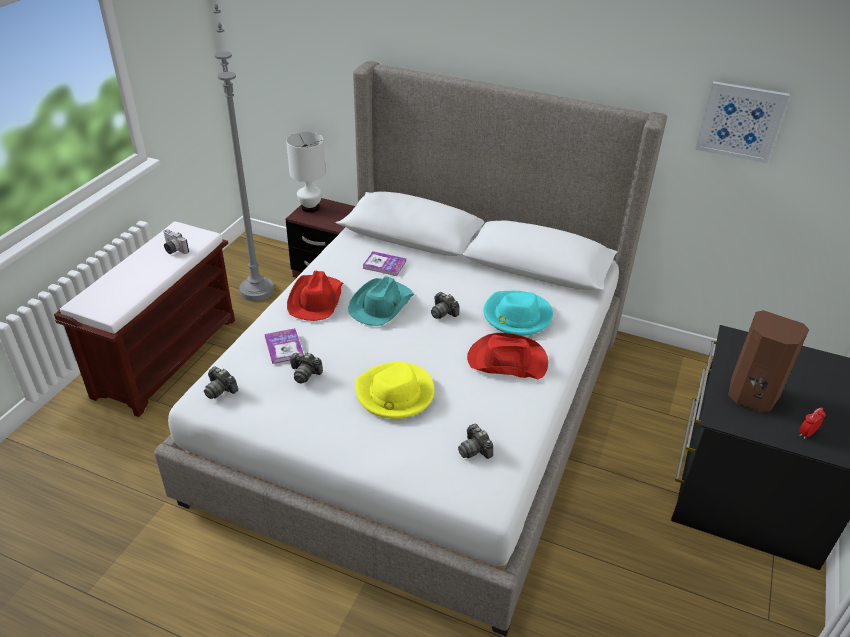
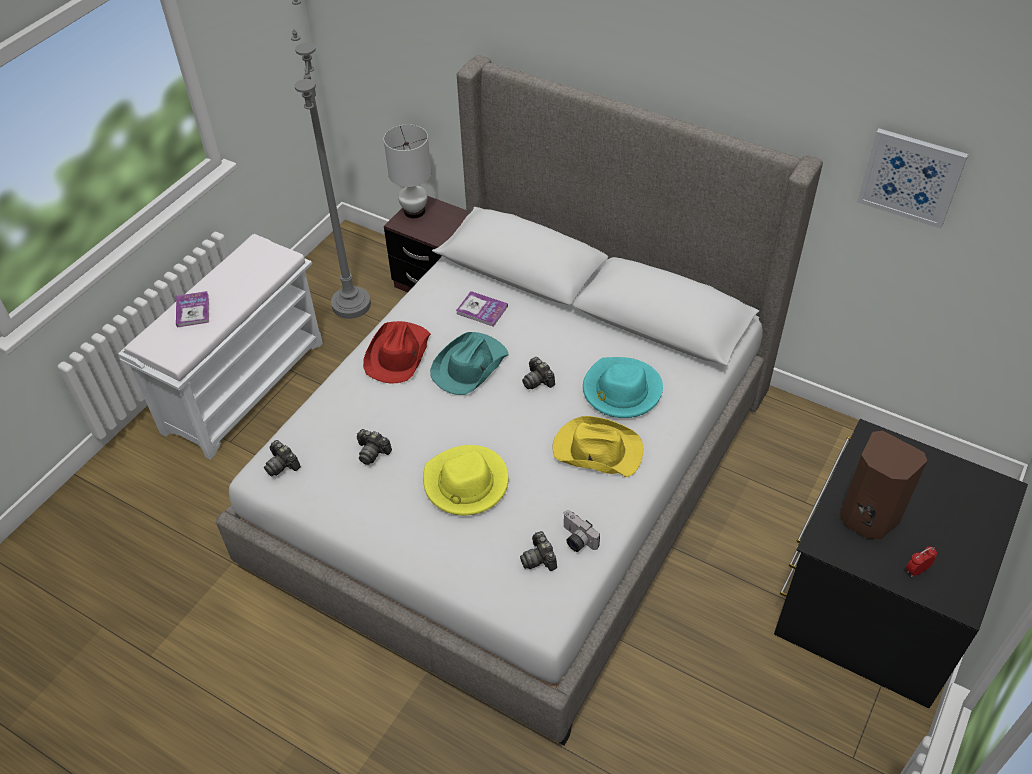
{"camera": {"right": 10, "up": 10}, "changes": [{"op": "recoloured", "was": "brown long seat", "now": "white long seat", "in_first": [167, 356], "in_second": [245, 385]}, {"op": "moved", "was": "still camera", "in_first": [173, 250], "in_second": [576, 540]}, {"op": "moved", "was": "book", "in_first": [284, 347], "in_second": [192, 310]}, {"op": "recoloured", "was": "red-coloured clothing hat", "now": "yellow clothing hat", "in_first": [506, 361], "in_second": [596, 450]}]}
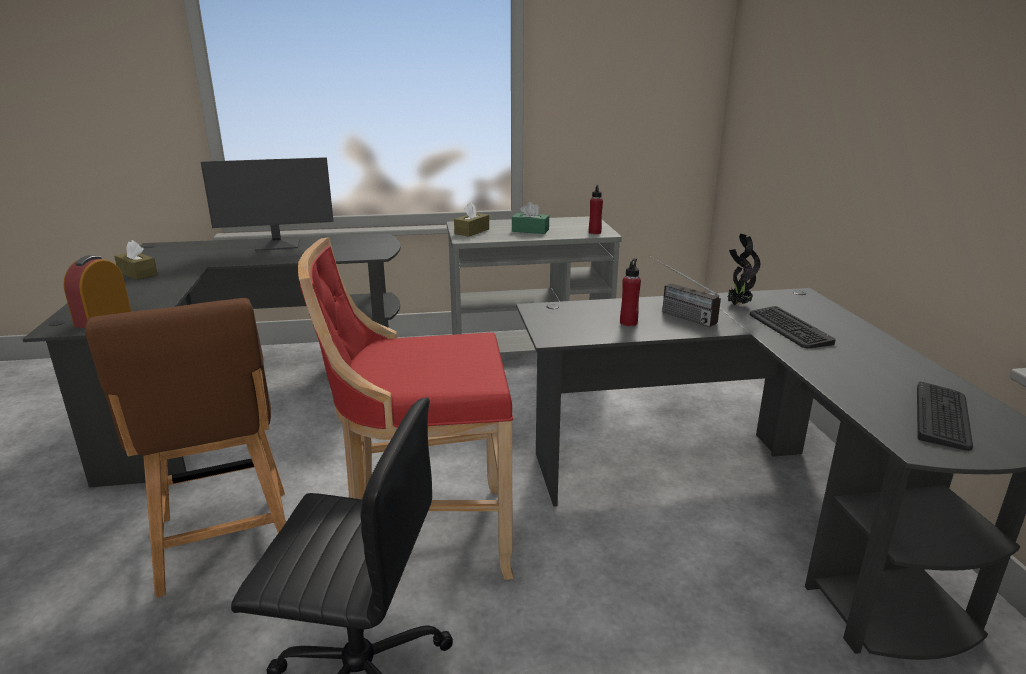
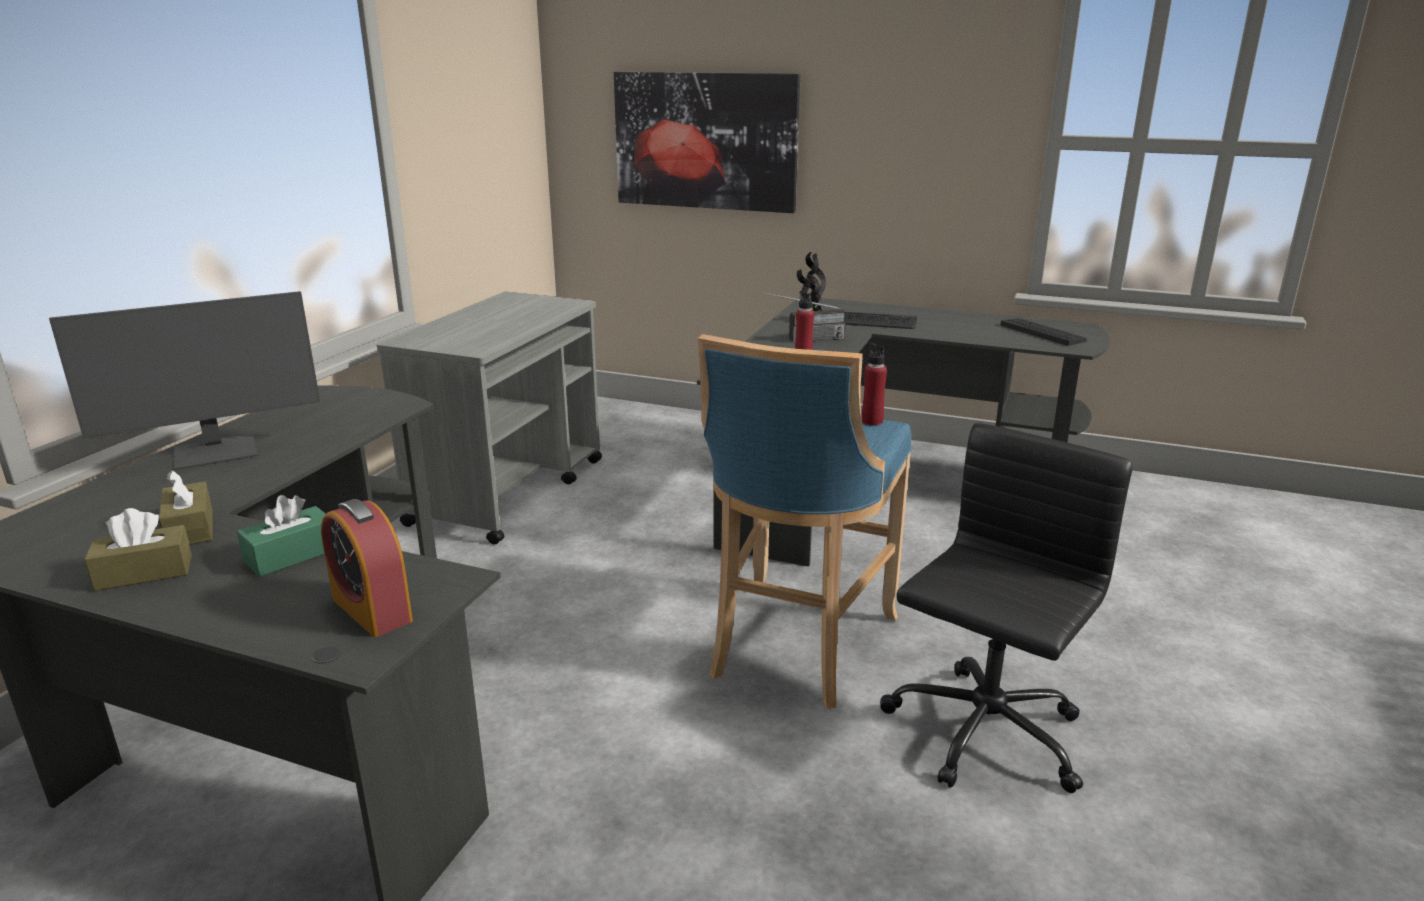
{"camera": {"right": -60, "up": 0}, "changes": [{"op": "turned", "was": "computer display", "in_first": [278, 245], "in_second": [216, 453], "clockwise": 45}, {"op": "moved", "was": "red-coloured drink bottle", "in_first": [595, 232], "in_second": [872, 421]}, {"op": "moved", "was": "brown box of tissues", "in_first": [472, 231], "in_second": [190, 528]}, {"op": "moved", "was": "green box of tissues", "in_first": [530, 230], "in_second": [291, 555]}, {"op": "recoloured", "was": "red-coloured sitting stool", "now": "blue-coloured sitting stool", "in_first": [424, 536], "in_second": [796, 647]}, {"op": "removed", "was": "brown upright chair", "in_first": [226, 544]}, {"op": "added", "now": "picture", "in_second": [705, 141]}]}
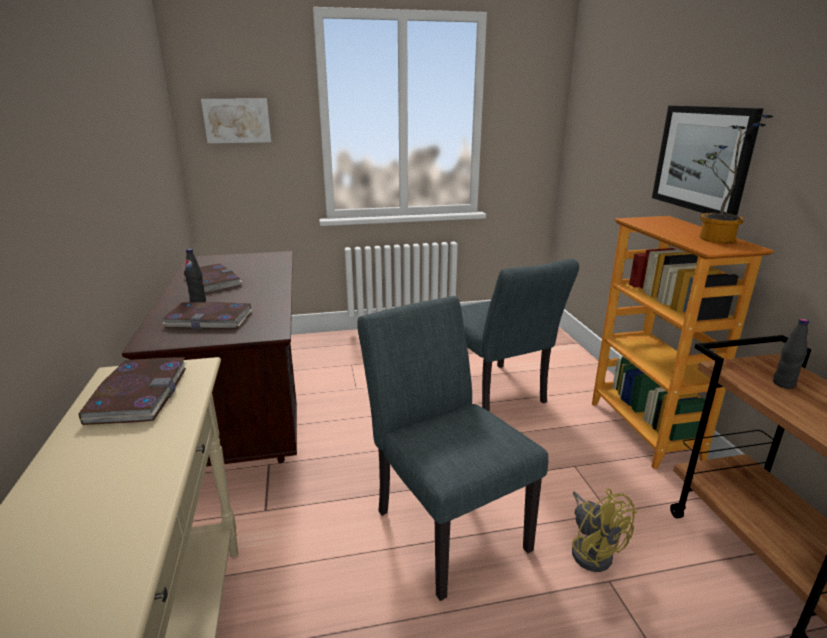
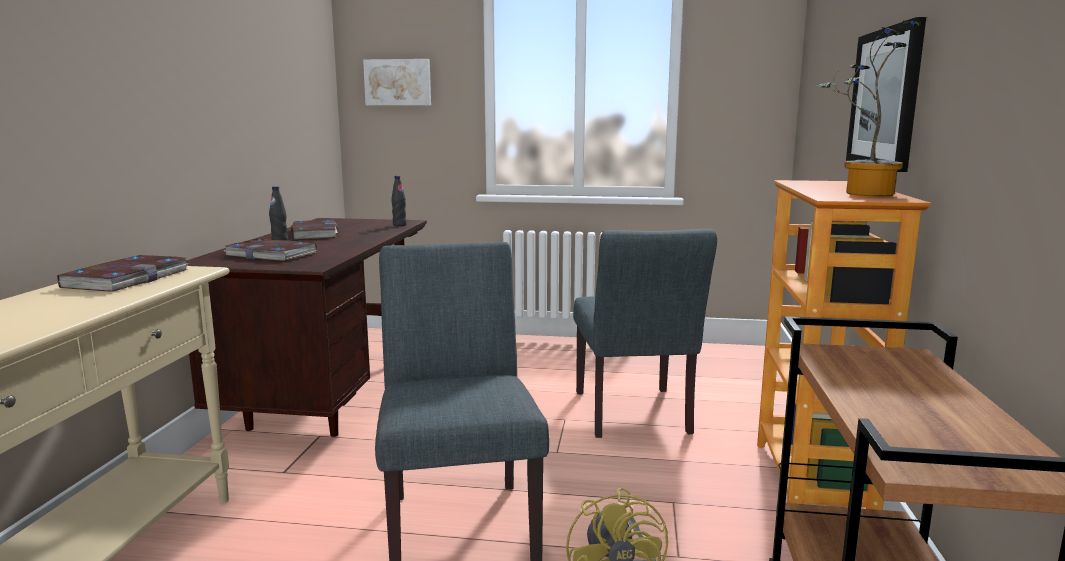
{"camera": {"right": 20, "up": -10}, "changes": [{"op": "moved", "was": "black-coloured drink bottle", "in_first": [783, 384], "in_second": [399, 225]}]}
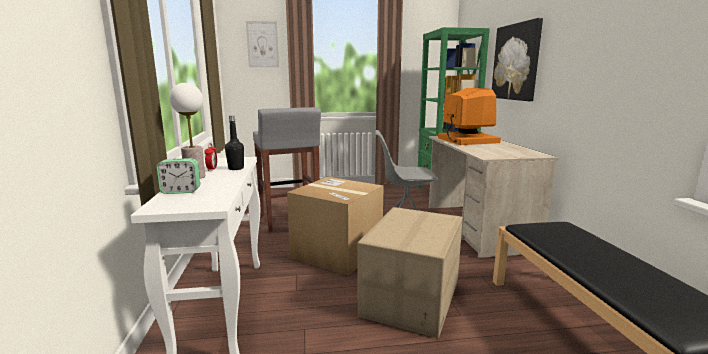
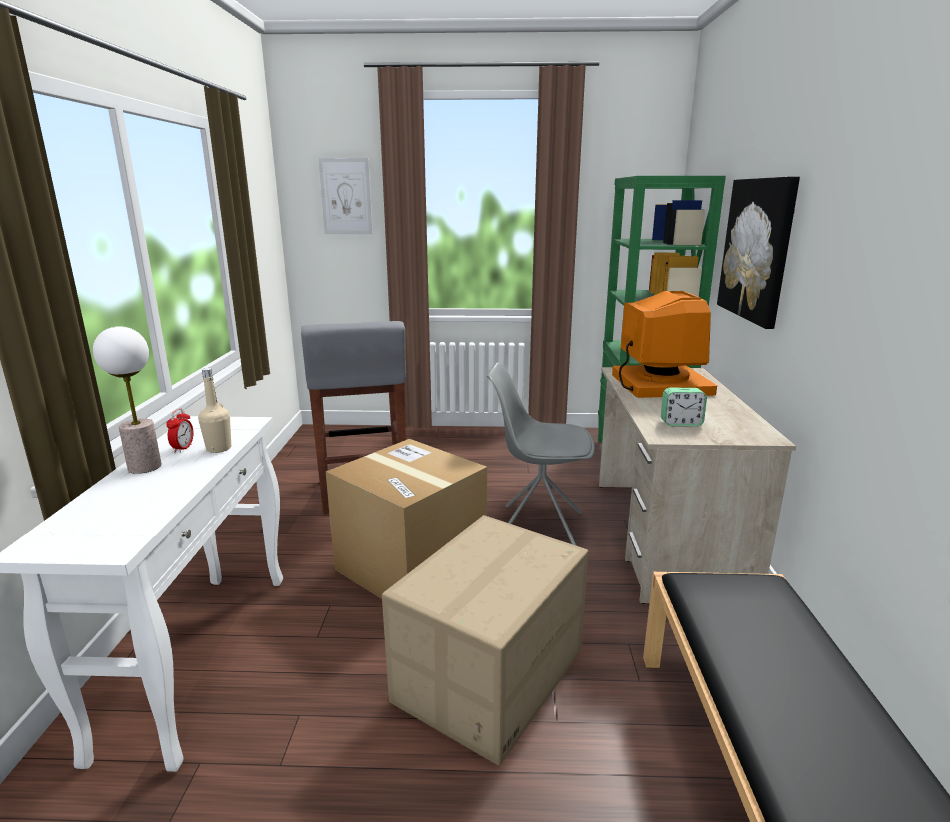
{"camera": {"right": 10, "up": 5}, "changes": [{"op": "recoloured", "was": "black-coloured drink bottle", "now": "sand-coloured drink bottle", "in_first": [236, 168], "in_second": [219, 448]}, {"op": "moved", "was": "table clock", "in_first": [181, 191], "in_second": [681, 423]}]}
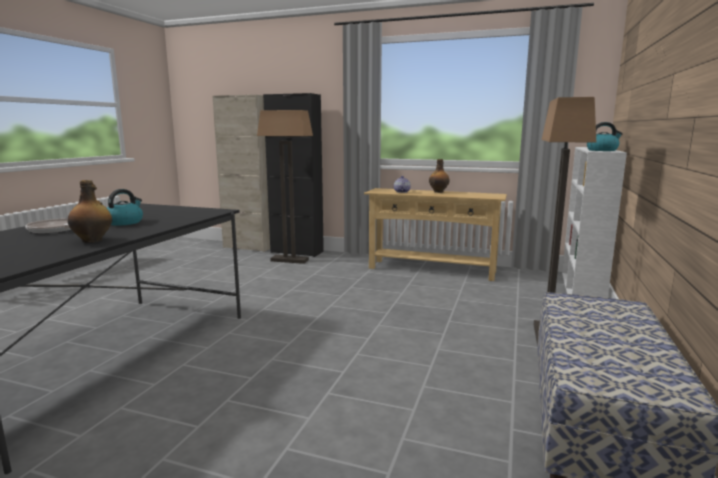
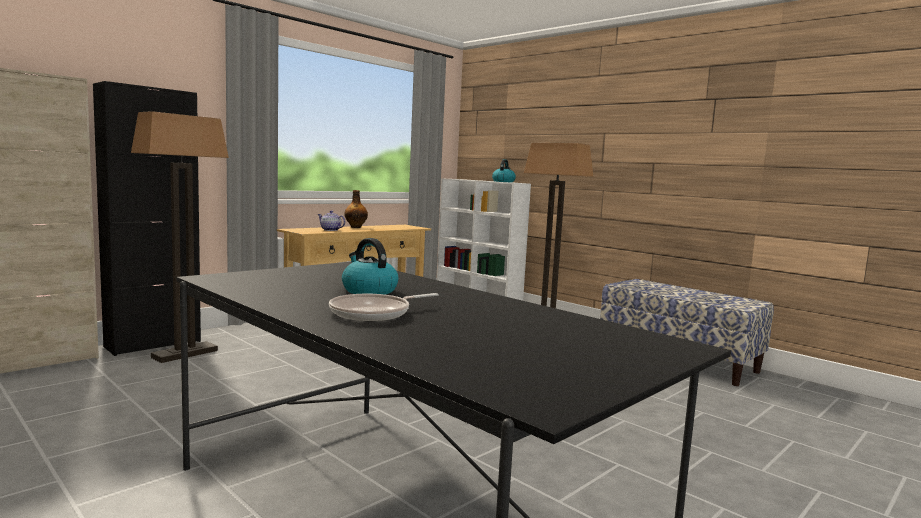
{"camera": {"right": -65, "up": -5}, "changes": [{"op": "removed", "was": "drink bottle", "in_first": [93, 240]}]}
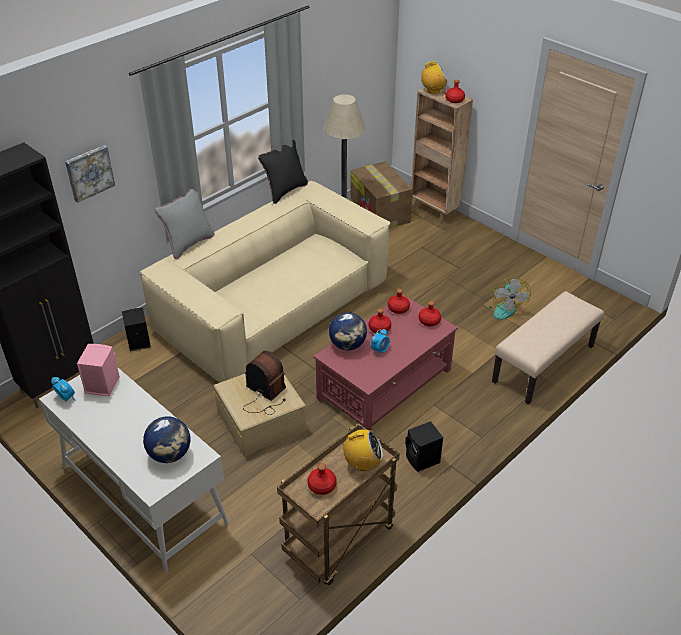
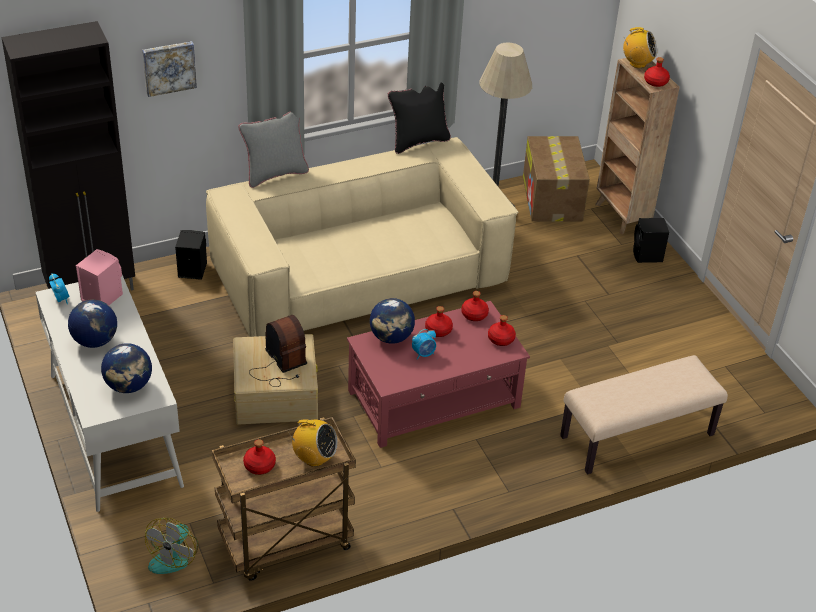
{"camera": {"right": 20, "up": 0}, "changes": [{"op": "moved", "was": "electric fan", "in_first": [503, 307], "in_second": [174, 555]}, {"op": "moved", "was": "black-coloured speaker", "in_first": [423, 460], "in_second": [647, 256]}, {"op": "added", "now": "globe", "in_second": [95, 341]}]}
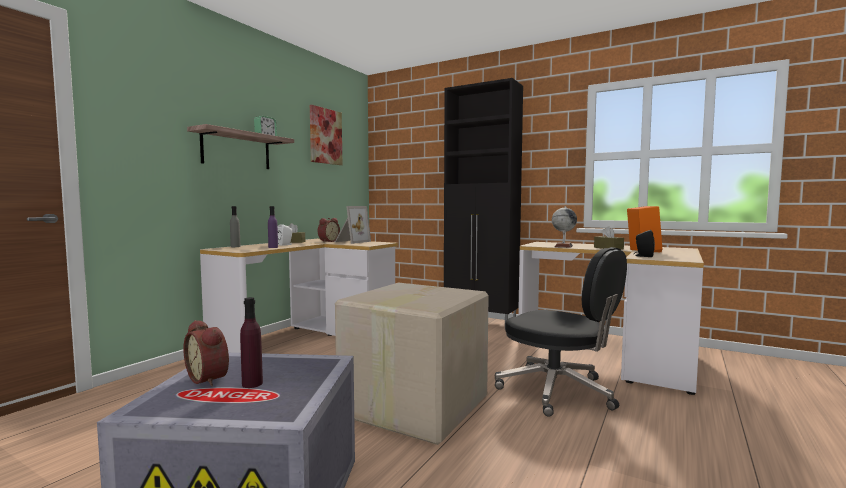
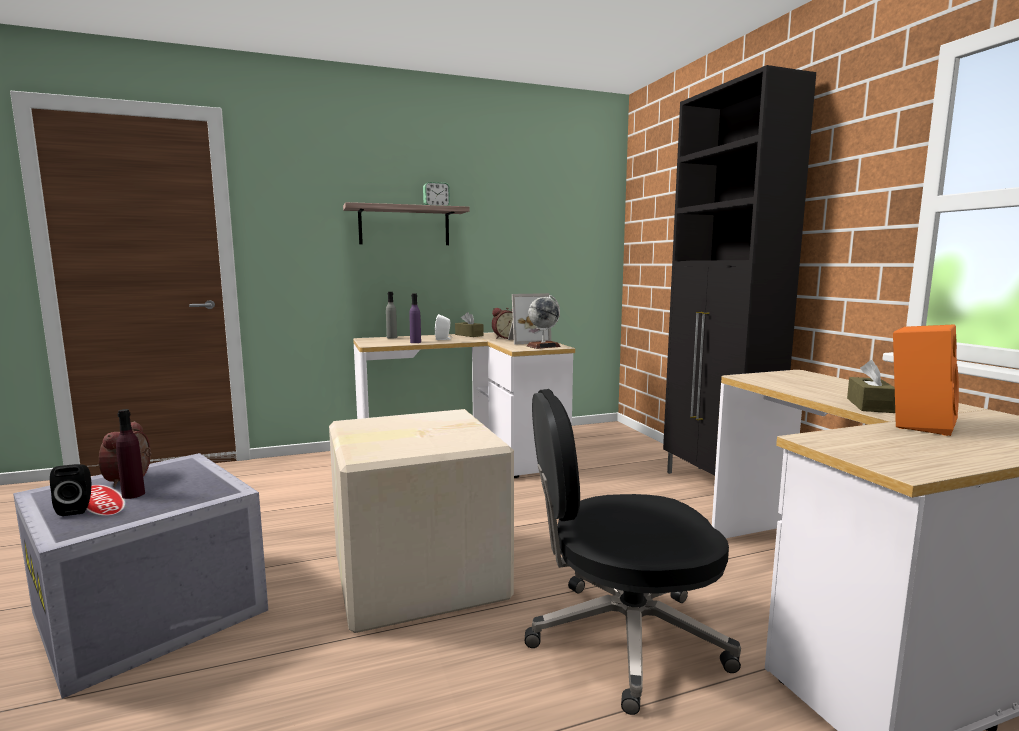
{"camera": {"right": 40, "up": 5}, "changes": [{"op": "removed", "was": "picture", "in_first": [325, 136]}, {"op": "moved", "was": "globe", "in_first": [563, 246], "in_second": [543, 346]}, {"op": "moved", "was": "black-coloured speaker", "in_first": [643, 256], "in_second": [77, 509]}, {"op": "turned", "was": "black-coloured office chair", "in_first": [558, 391], "in_second": [622, 638], "clockwise": 90}]}
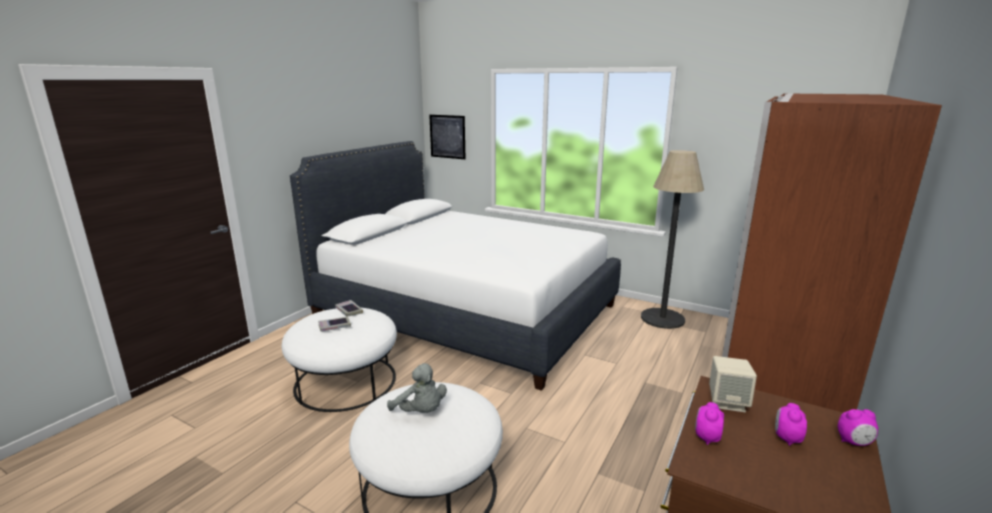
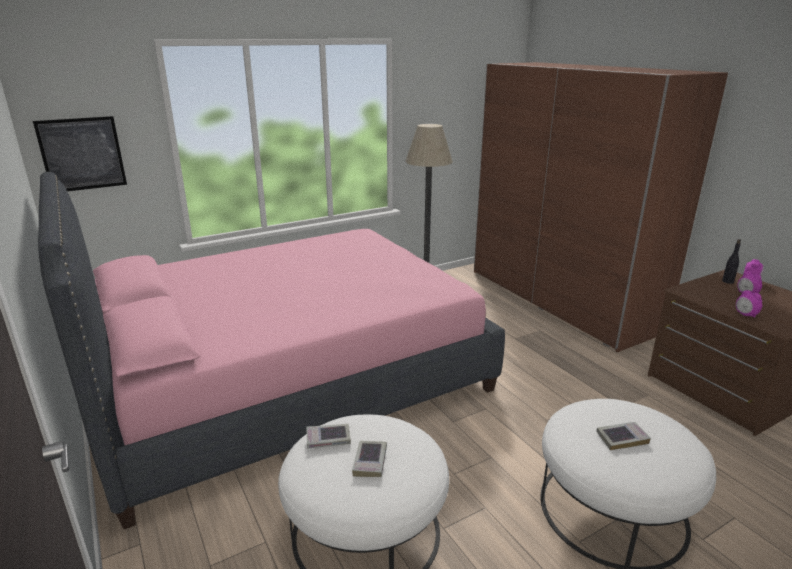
{"camera": {"right": -60, "up": 5}, "changes": [{"op": "recoloured", "was": "white bed", "now": "pinkish bed", "in_first": [466, 311], "in_second": [287, 380]}, {"op": "removed", "was": "sand-coloured speaker", "in_first": [727, 402]}, {"op": "replaced", "was": "greyish soft toy", "now": "book", "in_first": [420, 412], "in_second": [622, 438]}, {"op": "added", "now": "black-coloured drink bottle", "in_second": [728, 281]}]}
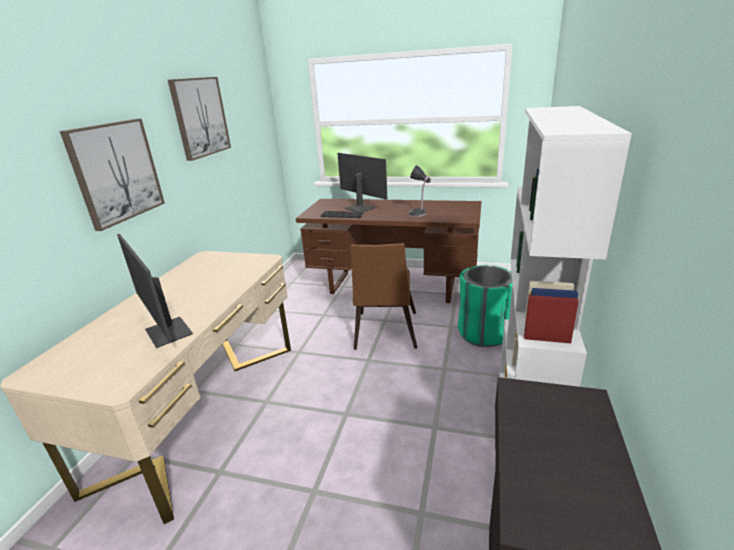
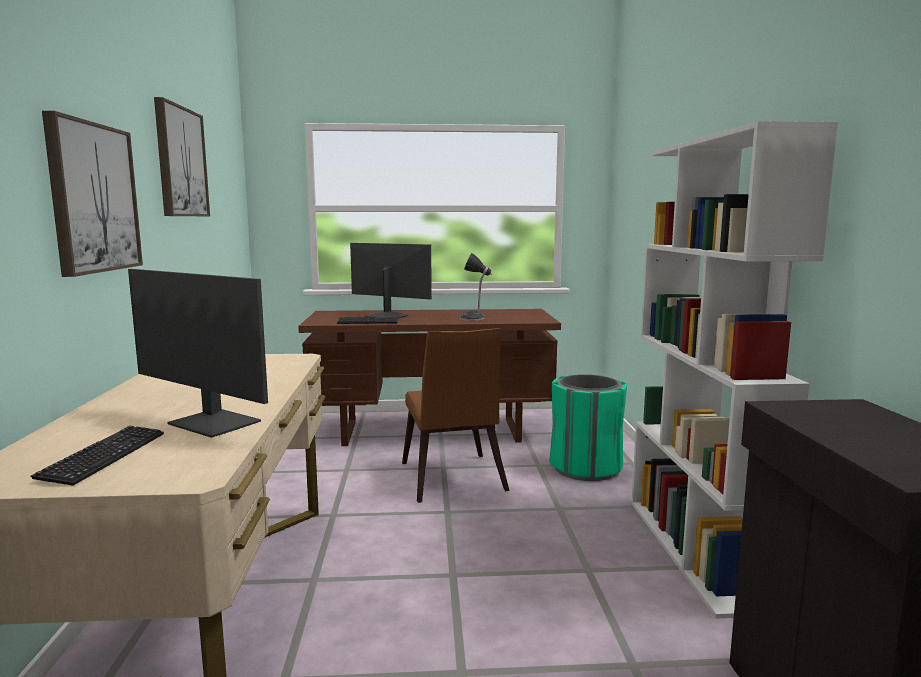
{"camera": {"right": -20, "up": -15}, "changes": [{"op": "added", "now": "computer keyboard", "in_second": [104, 456]}]}
